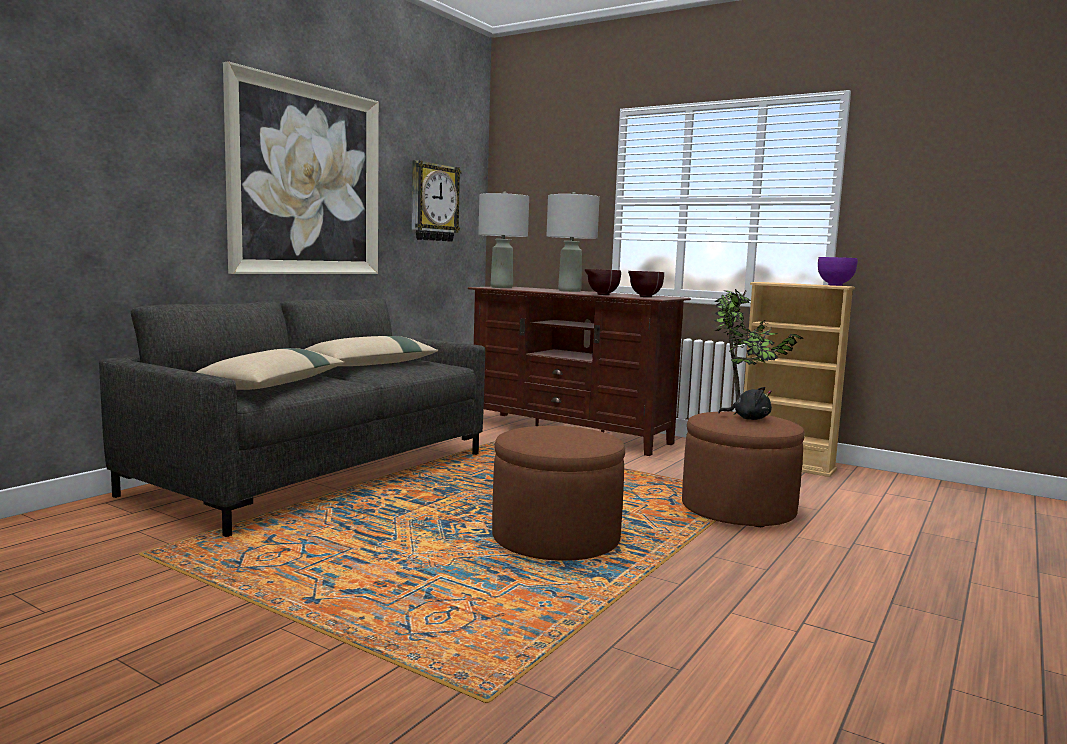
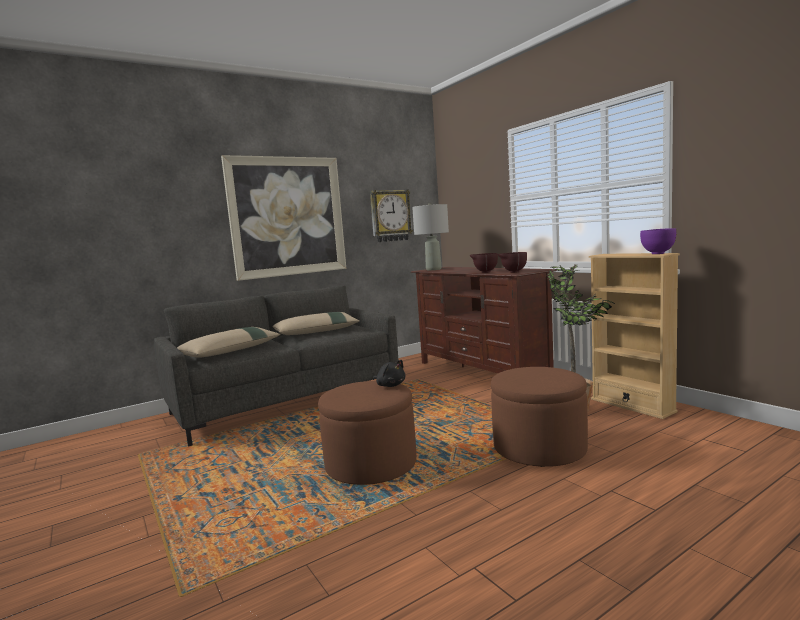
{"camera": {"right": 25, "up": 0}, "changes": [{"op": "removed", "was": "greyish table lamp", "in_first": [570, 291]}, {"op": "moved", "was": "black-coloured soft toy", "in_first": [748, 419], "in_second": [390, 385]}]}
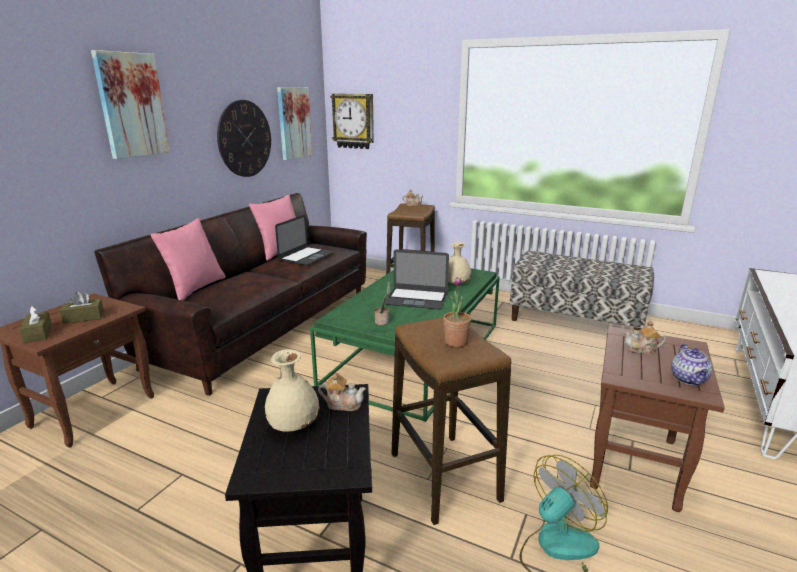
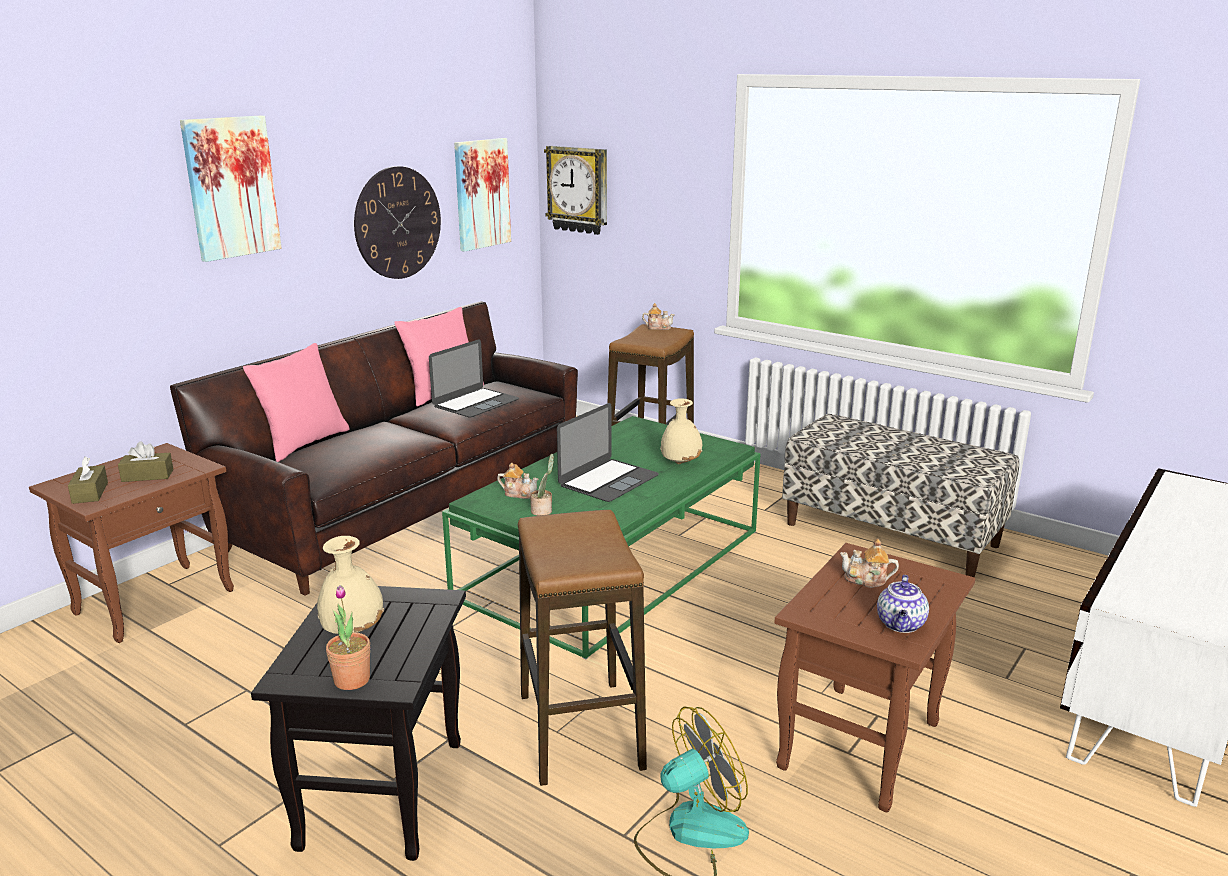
{"camera": {"right": 10, "up": 0}, "changes": [{"op": "turned", "was": "portable computer", "in_first": [416, 298], "in_second": [608, 480], "clockwise": -75}, {"op": "moved", "was": "houseplant", "in_first": [456, 342], "in_second": [352, 680]}, {"op": "moved", "was": "pot for tea", "in_first": [343, 404], "in_second": [519, 493]}]}
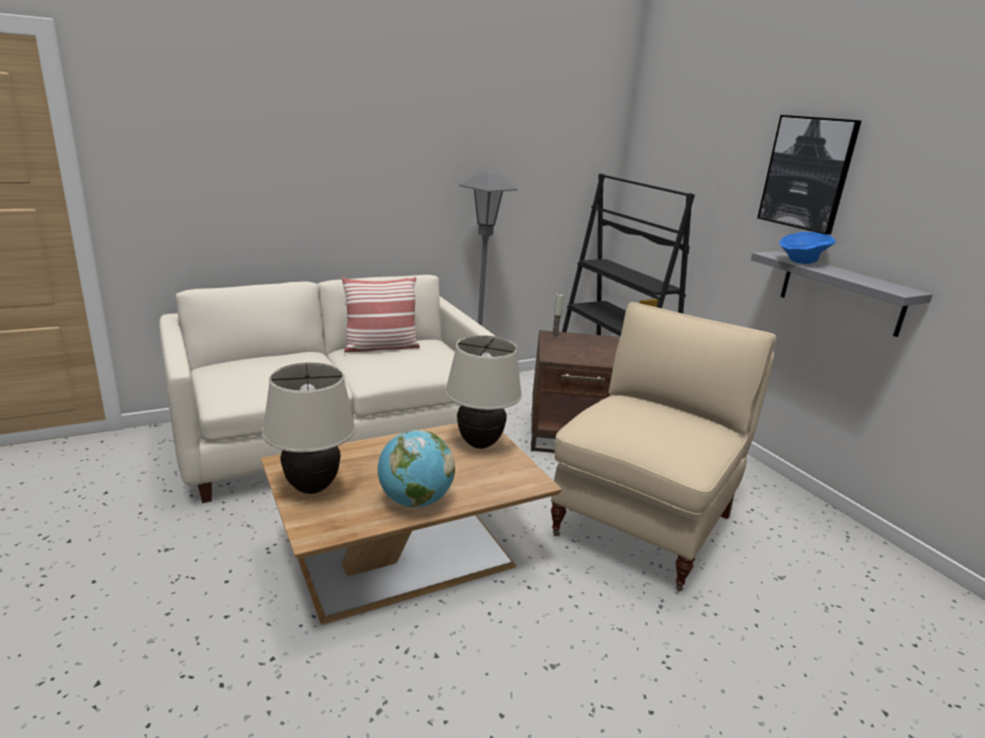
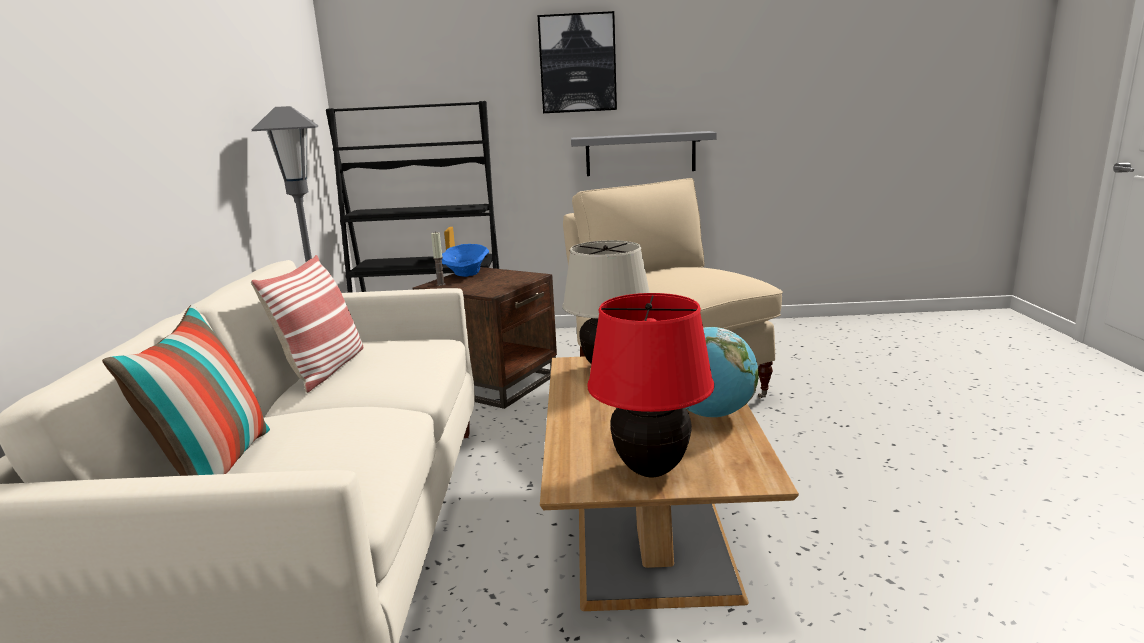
{"camera": {"right": -60, "up": -5}, "changes": [{"op": "moved", "was": "blue-coloured bowl", "in_first": [800, 262], "in_second": [466, 275]}, {"op": "recoloured", "was": "sand-coloured table lamp", "now": "red-coloured table lamp", "in_first": [311, 488], "in_second": [650, 470]}, {"op": "added", "now": "cushion", "in_second": [215, 468]}]}
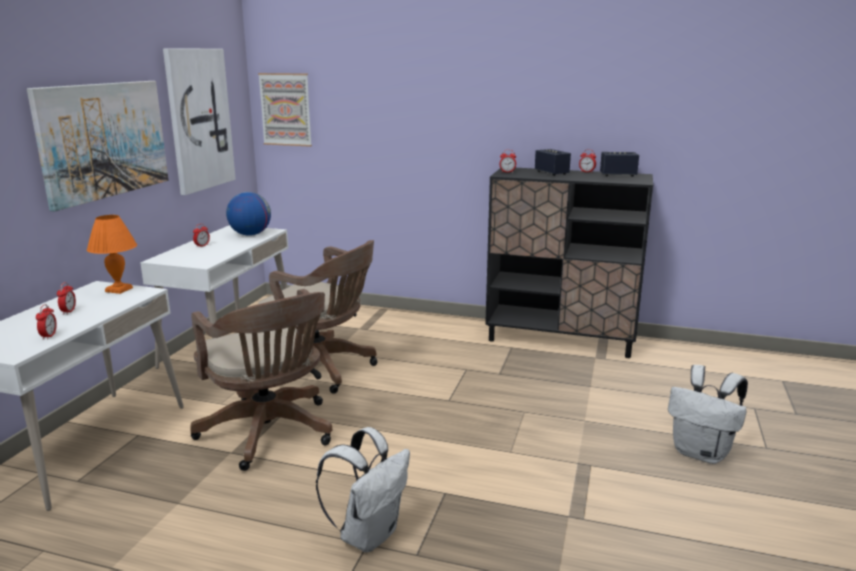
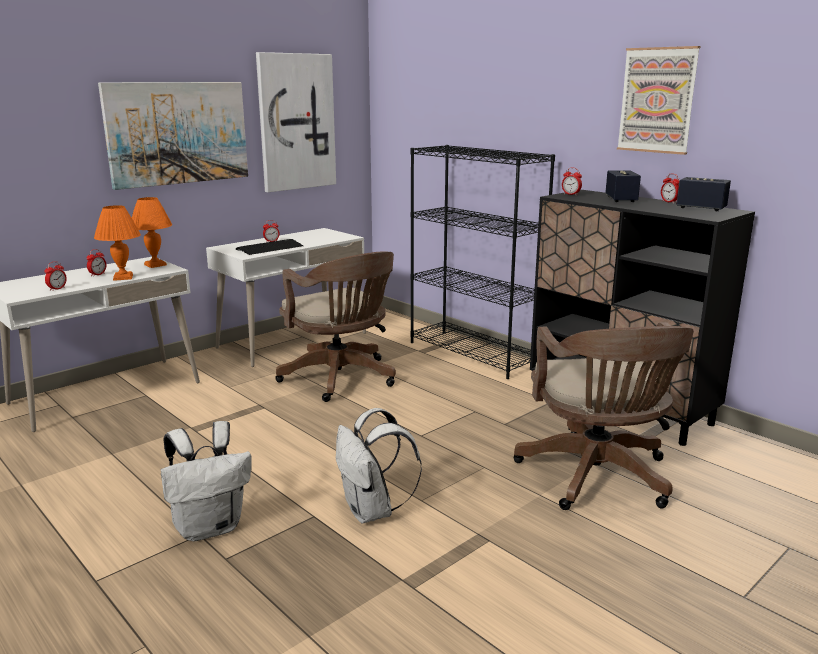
{"camera": {"right": 30, "up": 0}, "changes": [{"op": "moved", "was": "picture", "in_first": [286, 109], "in_second": [657, 100]}, {"op": "removed", "was": "globe", "in_first": [250, 234]}, {"op": "moved", "was": "brown office chair", "in_first": [270, 434], "in_second": [597, 478]}, {"op": "moved", "was": "white knapsack", "in_first": [702, 453], "in_second": [372, 511]}, {"op": "added", "now": "black-coloured shelving unit", "in_second": [474, 353]}, {"op": "added", "now": "orange table lamp", "in_second": [123, 277]}, {"op": "added", "now": "computer keyboard", "in_second": [270, 248]}]}
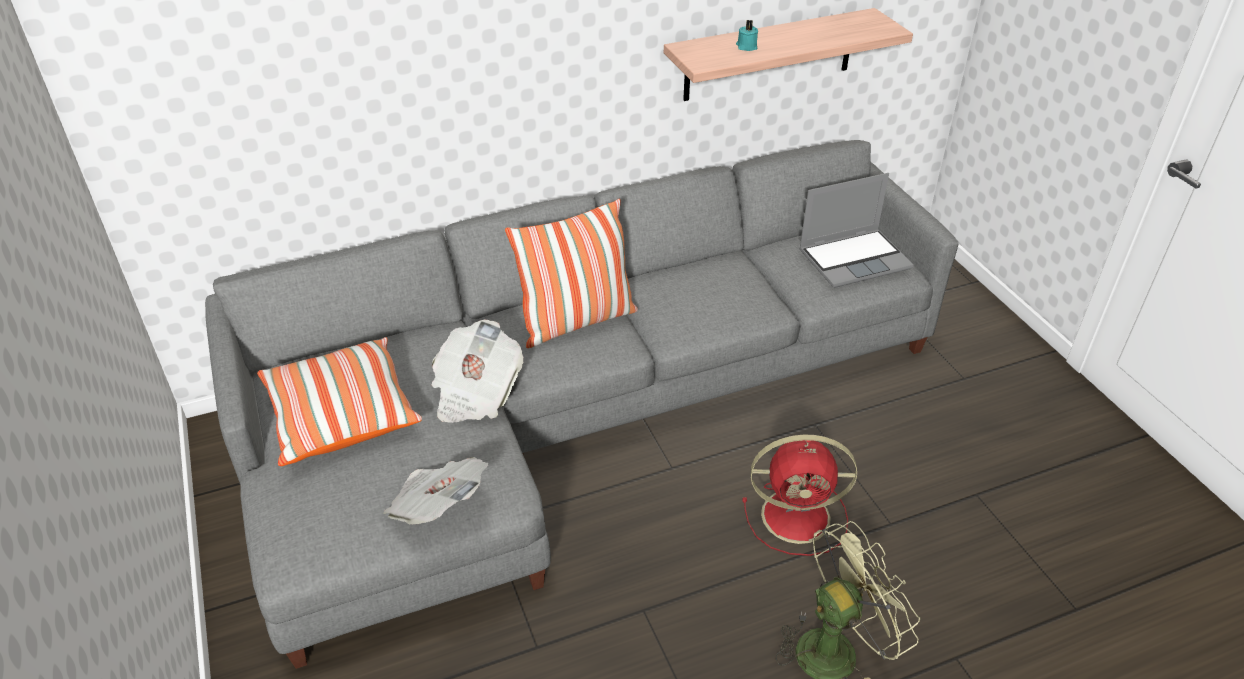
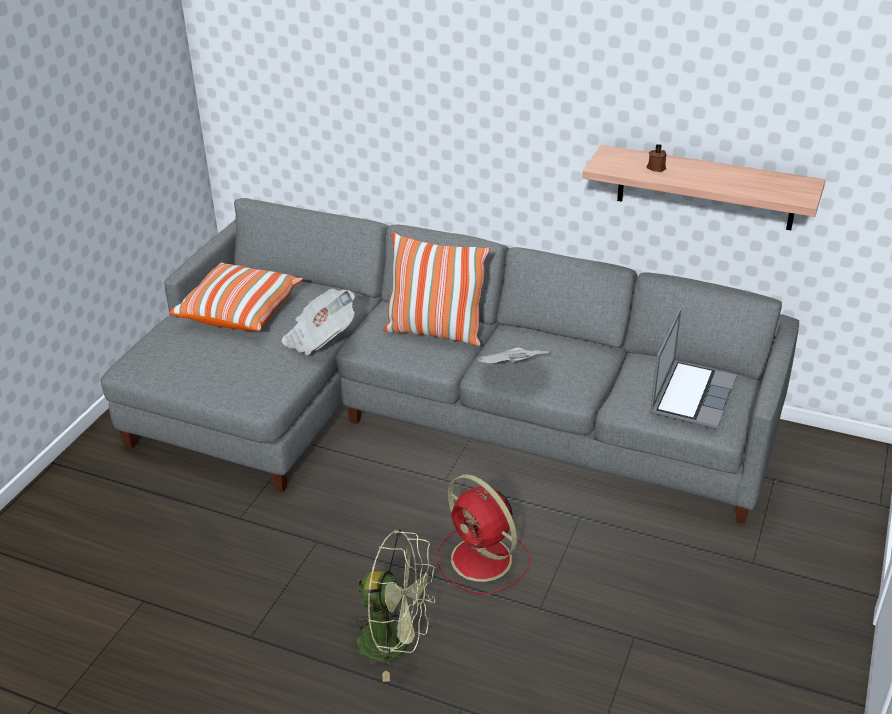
{"camera": {"right": 45, "up": -5}, "changes": [{"op": "recoloured", "was": "blue-green wax light", "now": "brown wax light", "in_first": [746, 47], "in_second": [656, 167]}, {"op": "turned", "was": "portable computer", "in_first": [854, 259], "in_second": [691, 395], "clockwise": -90}, {"op": "moved", "was": "printed paper", "in_first": [438, 507], "in_second": [512, 371]}]}
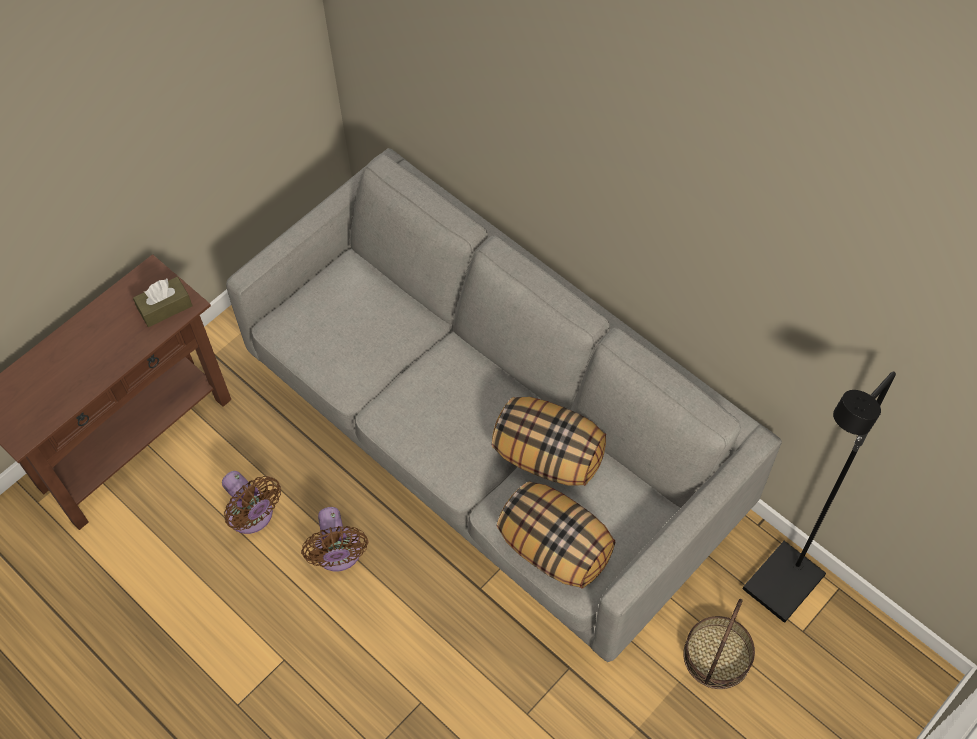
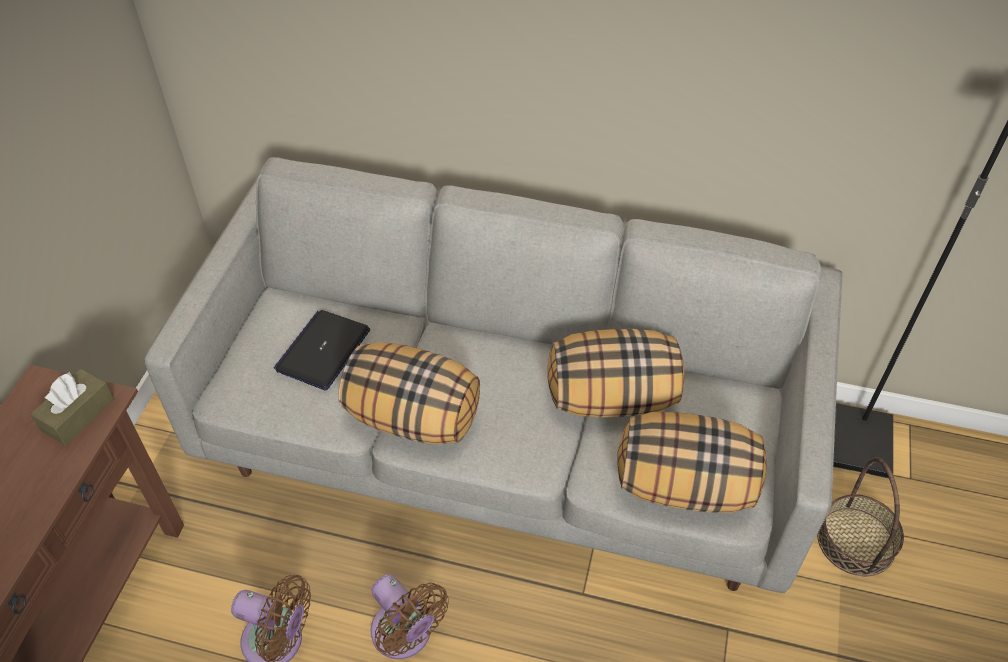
{"camera": {"right": -30, "up": -10}, "changes": [{"op": "added", "now": "portable computer", "in_second": [323, 350]}, {"op": "added", "now": "cushion", "in_second": [413, 417]}]}
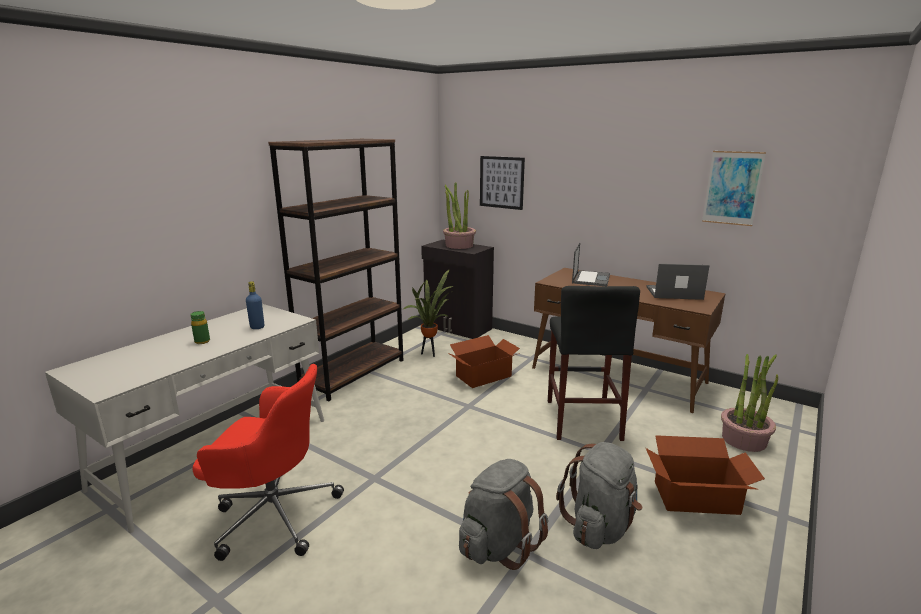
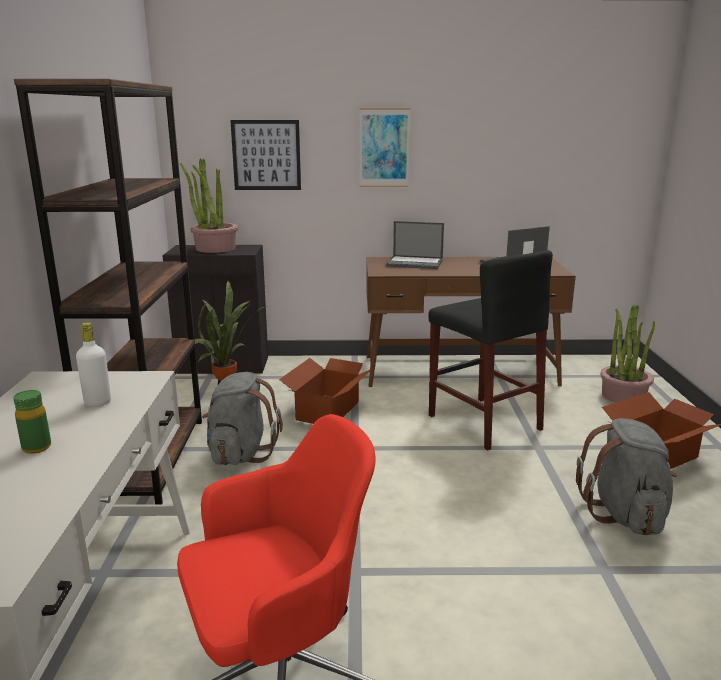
{"camera": {"right": -35, "up": 0}, "changes": [{"op": "moved", "was": "picture", "in_first": [732, 188], "in_second": [384, 148]}, {"op": "turned", "was": "portable computer", "in_first": [591, 278], "in_second": [415, 263], "clockwise": 120}, {"op": "recoloured", "was": "blue-coloured drink bottle", "now": "white drink bottle", "in_first": [257, 327], "in_second": [97, 403]}, {"op": "moved", "was": "greyish knapsack", "in_first": [499, 544], "in_second": [240, 454]}]}
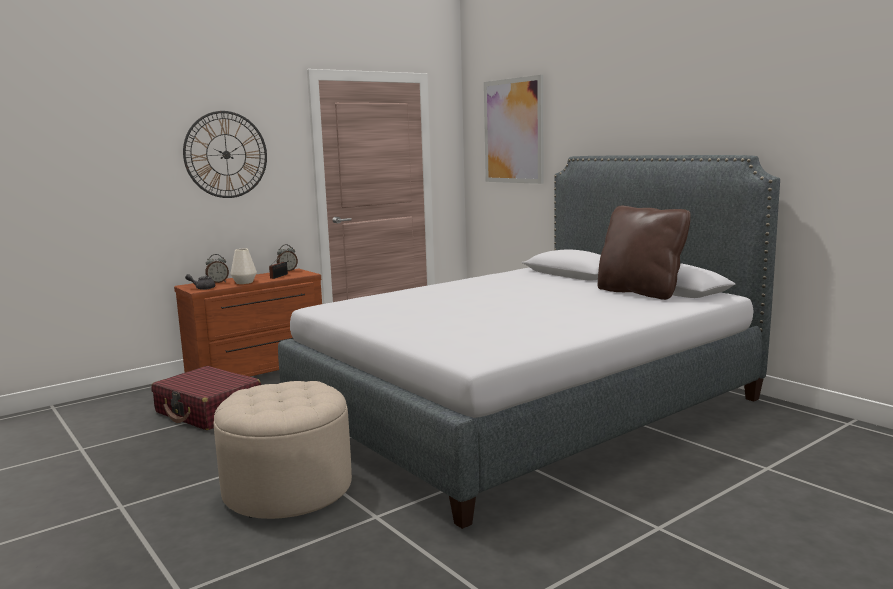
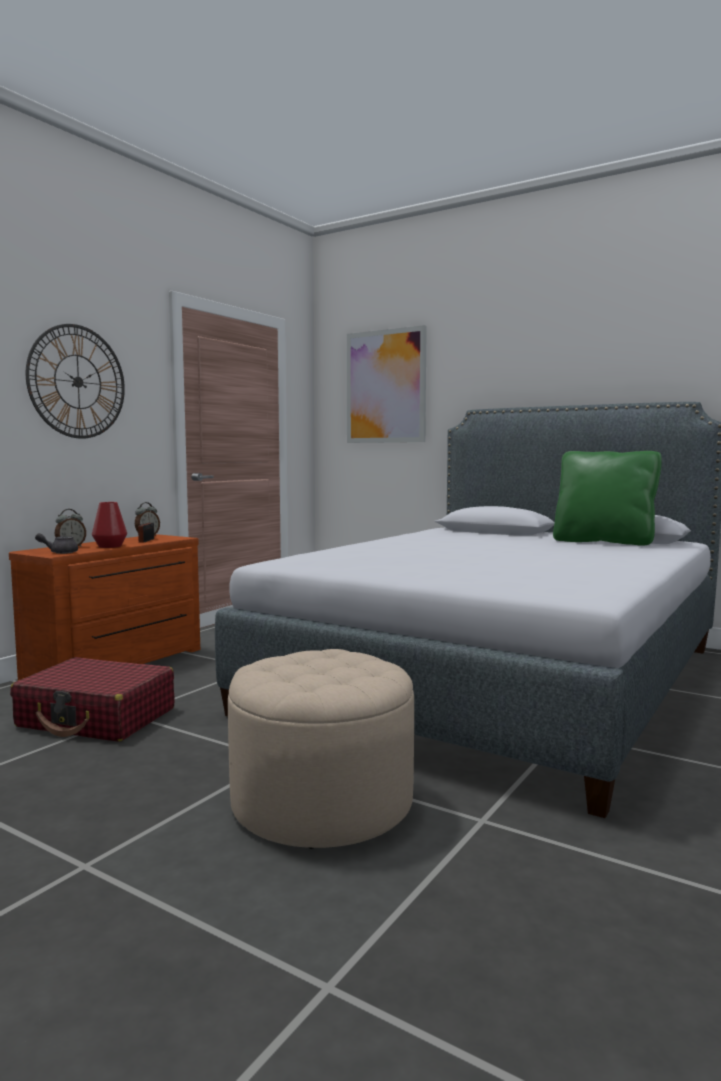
{"camera": {"right": -20, "up": -5}, "changes": [{"op": "recoloured", "was": "brown cushion", "now": "green cushion", "in_first": [640, 292], "in_second": [603, 542]}, {"op": "recoloured", "was": "white flower vase", "now": "red-coloured flower vase", "in_first": [244, 282], "in_second": [110, 546]}]}
